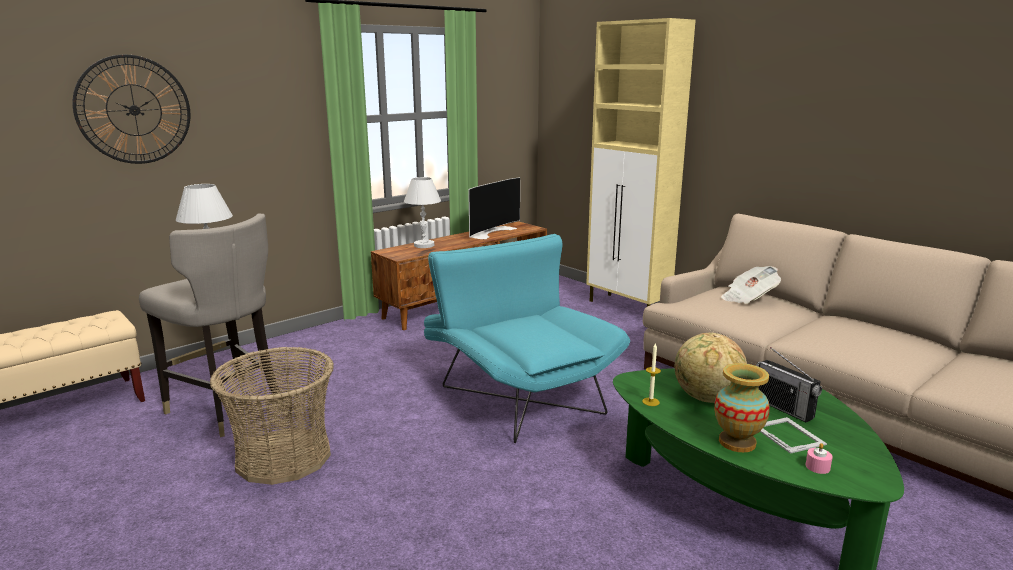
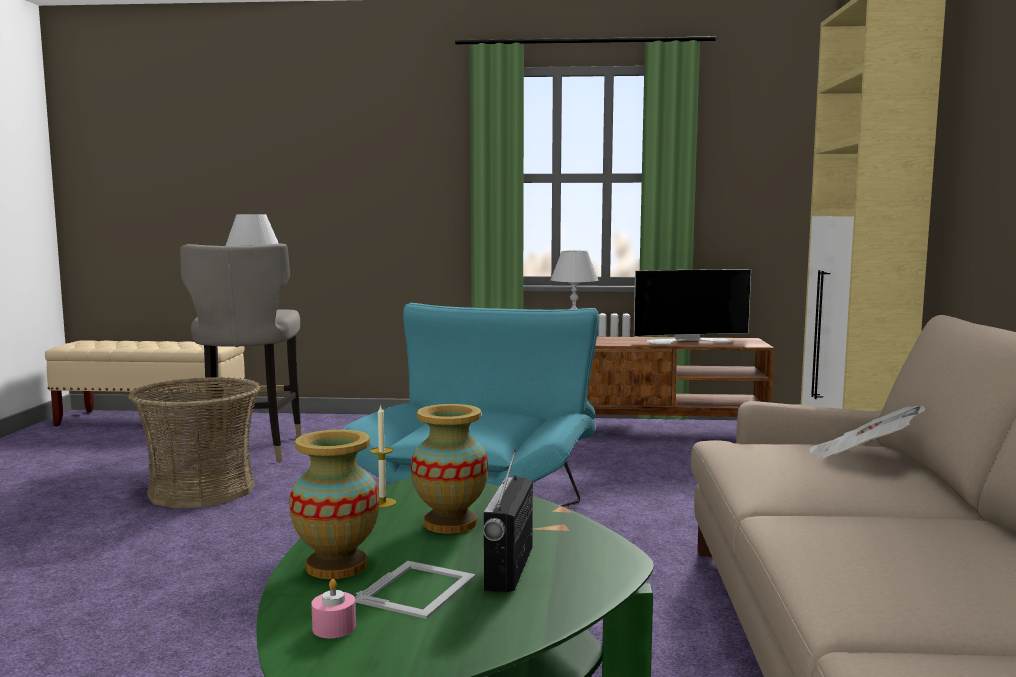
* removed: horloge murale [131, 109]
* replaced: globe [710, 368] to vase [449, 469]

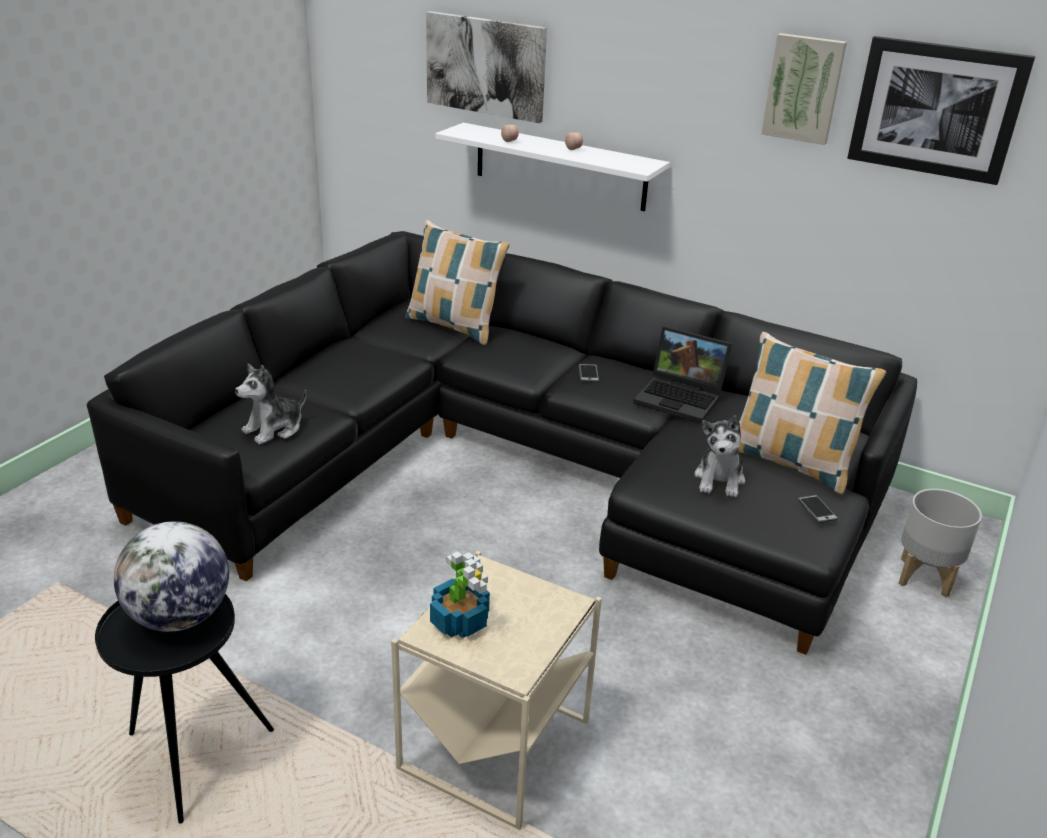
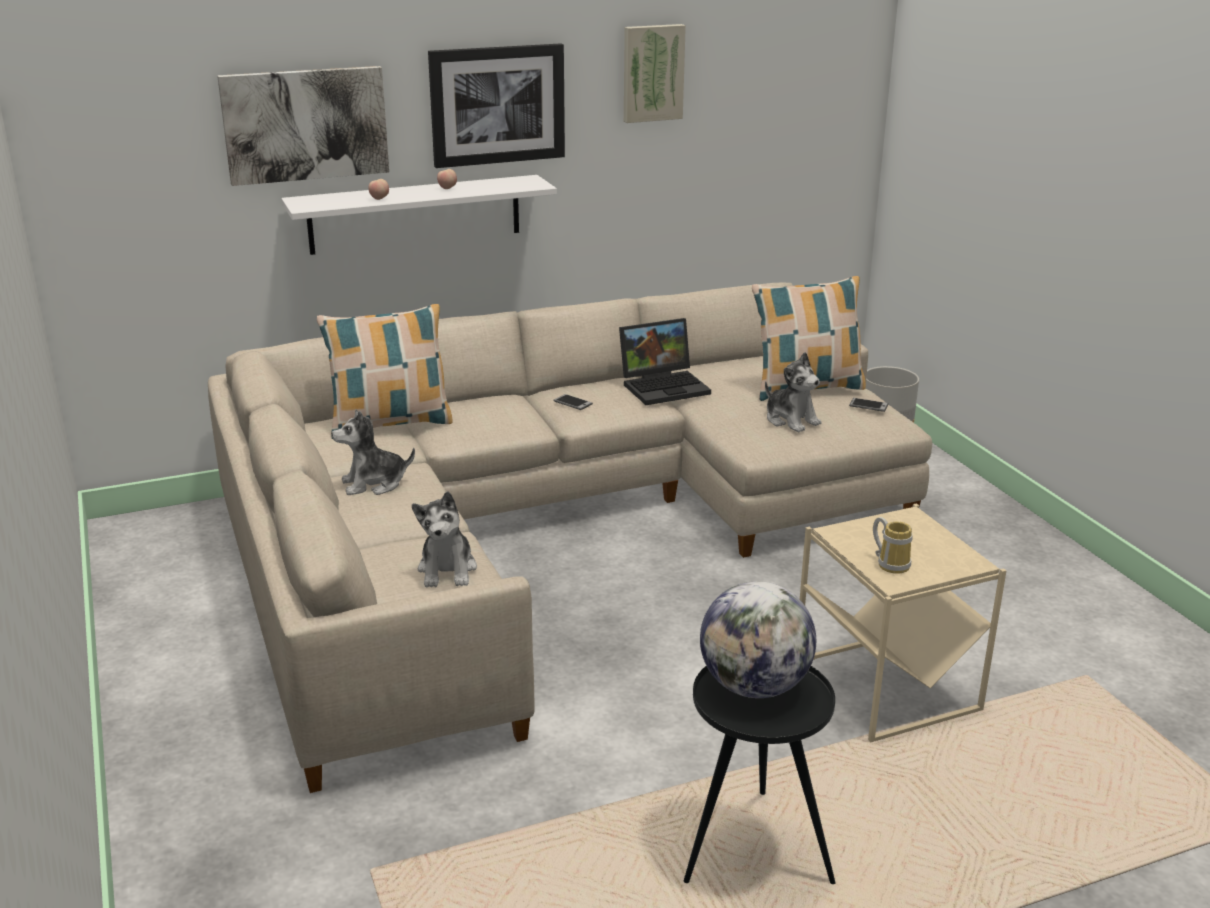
* moved: tableau [941, 110] to [496, 105]
* recoloured: canapé (noir) [501, 443] to canapé (beige) [570, 537]
* replaced: plante en pot [460, 594] to mug [893, 545]
* added: peluche [373, 452]

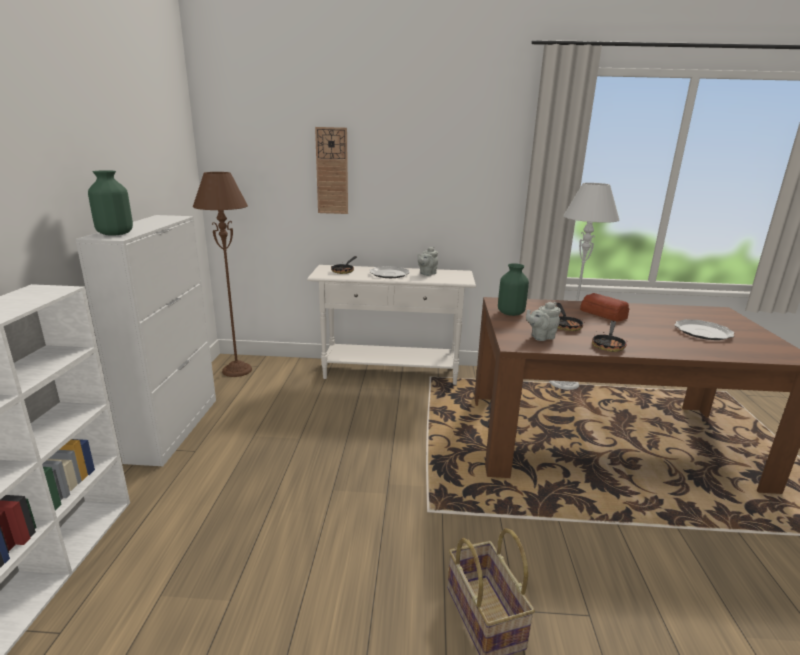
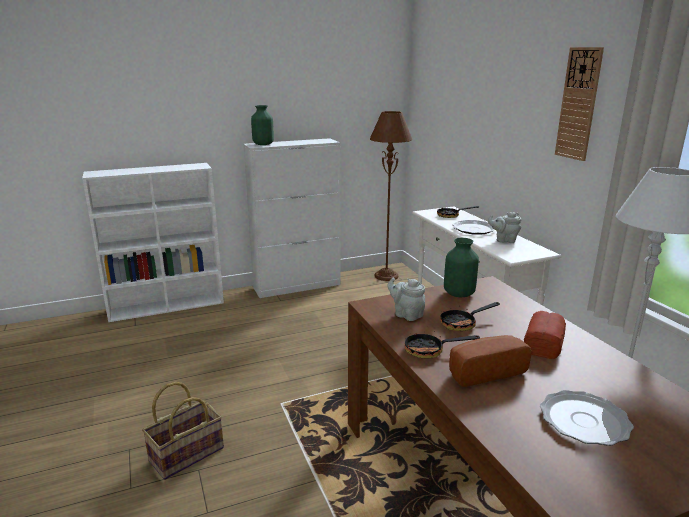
* moved: horloge murale [331, 170] to [579, 104]
* added: pain [490, 361]

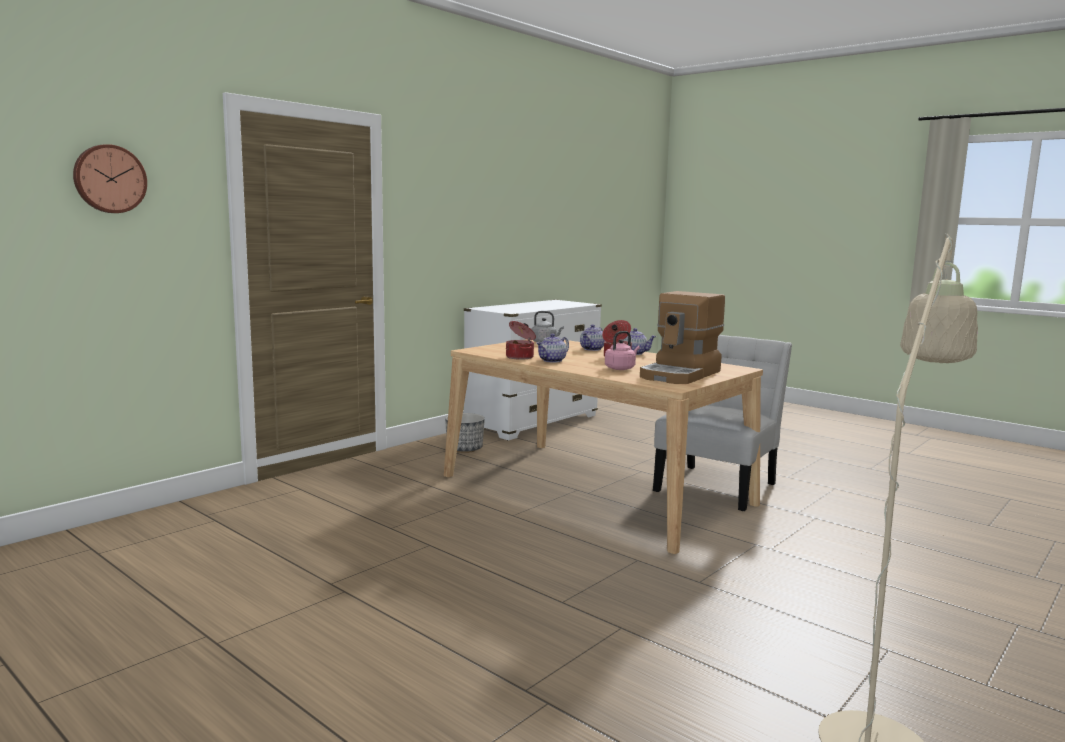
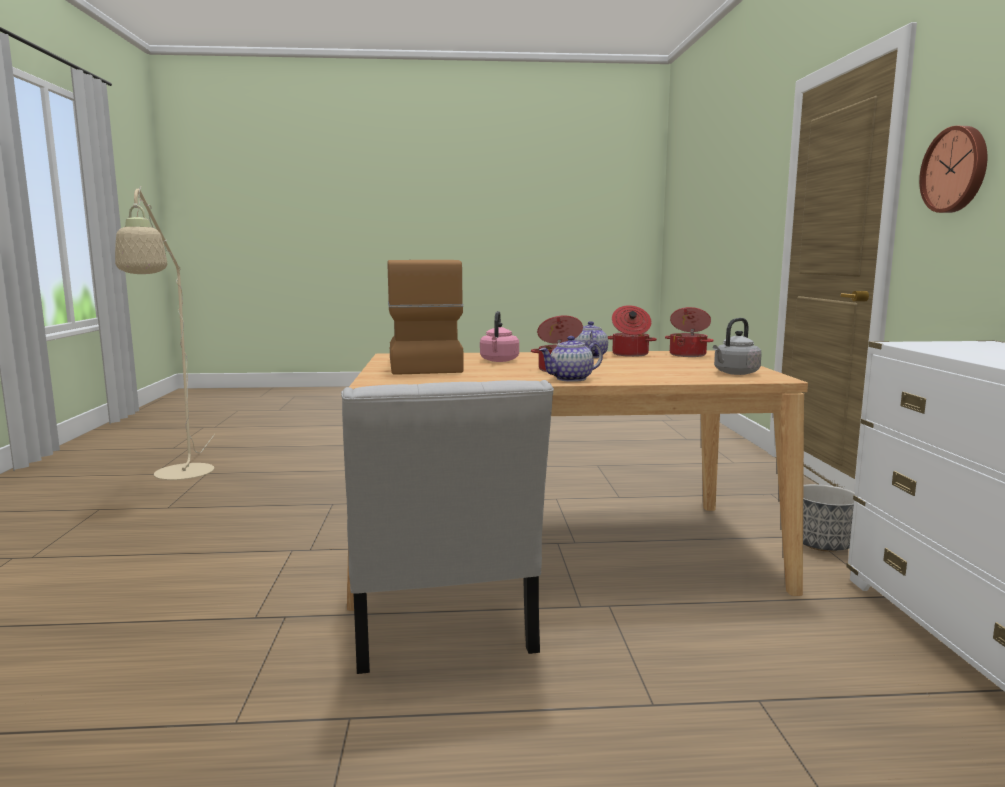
* moved: horloge murale [110, 178] to [953, 169]
* removed: théière [592, 337]
* added: marmite [689, 332]

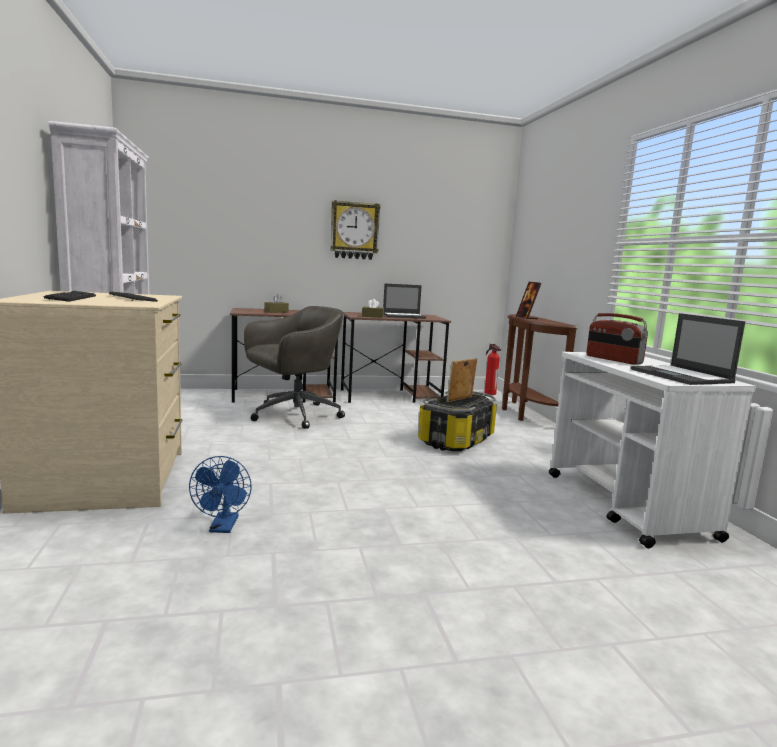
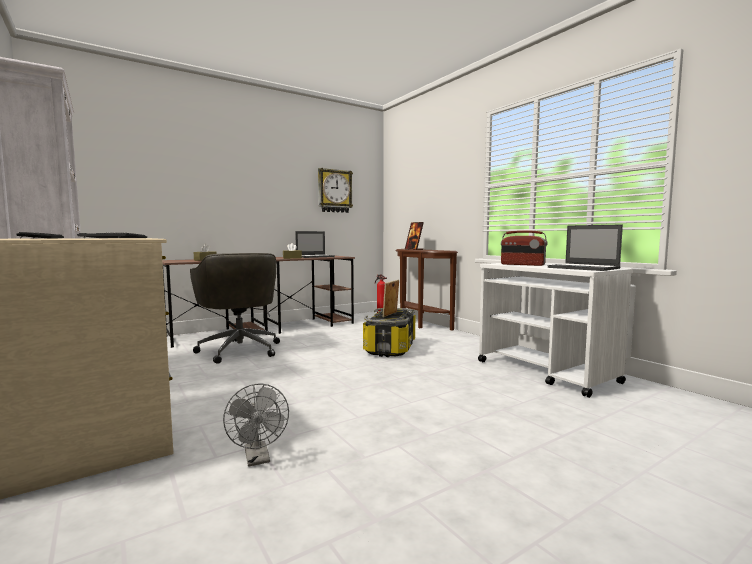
* moved: horloge murale [355, 230] to [335, 190]
* turned: chaise de bureau (gris) [294, 367] = [235, 308] 120 degrees clockwise
* recoloured: ventilateur (bleu) [220, 494] to ventilateur (gris) [256, 425]

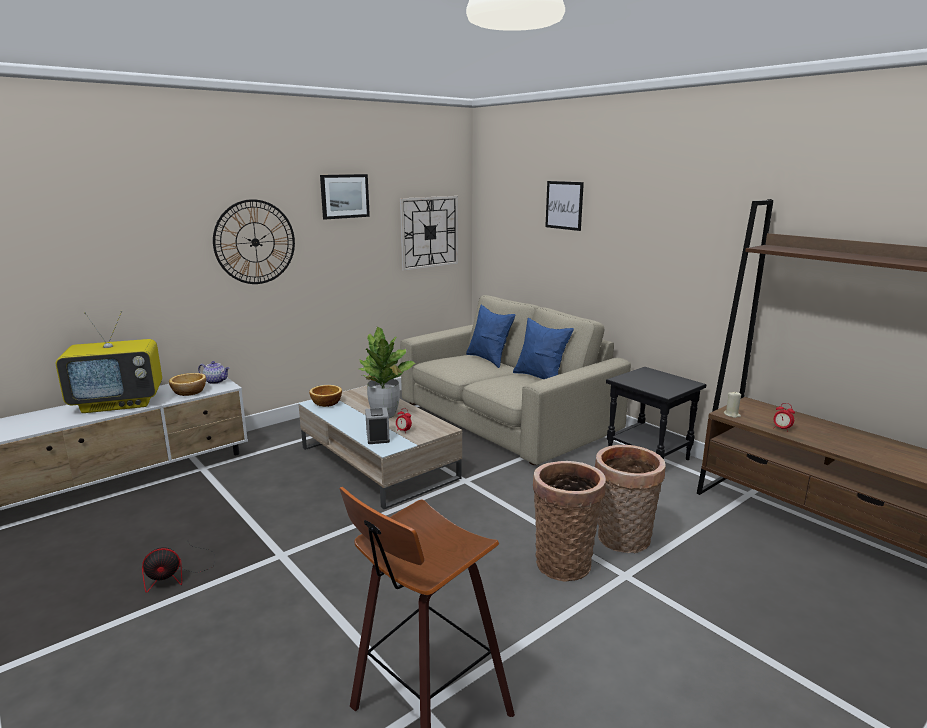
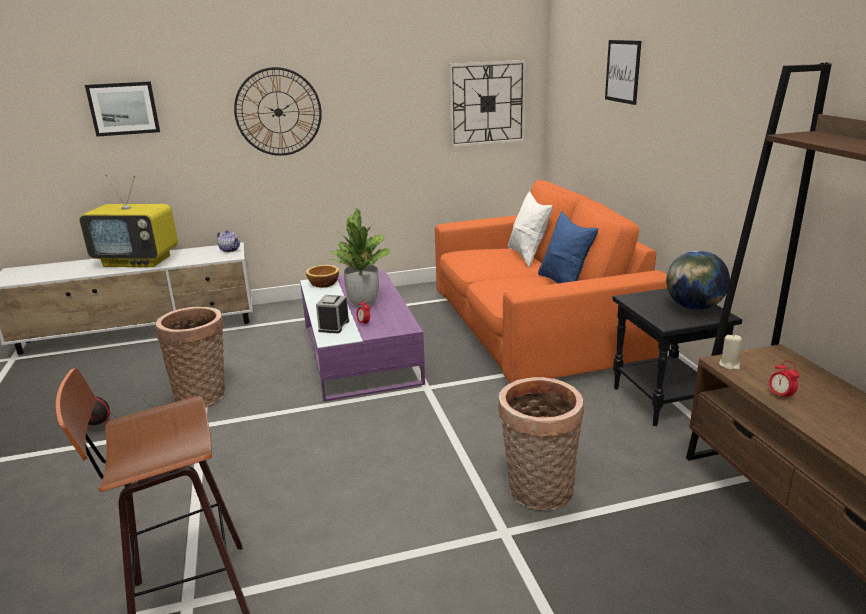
* moved: tableau [345, 196] to [122, 109]
* recoloured: canapé (beige) [515, 380] to canapé (orange) [551, 281]
* recoloured: coussin (bleu) [491, 336] to coussin (blanc) [530, 229]
* removed: bol [187, 384]
* recoloured: table basse (beige) [380, 447] to table basse (violet) [362, 336]
* moved: panier [569, 521] to [190, 357]
* added: globe [698, 280]

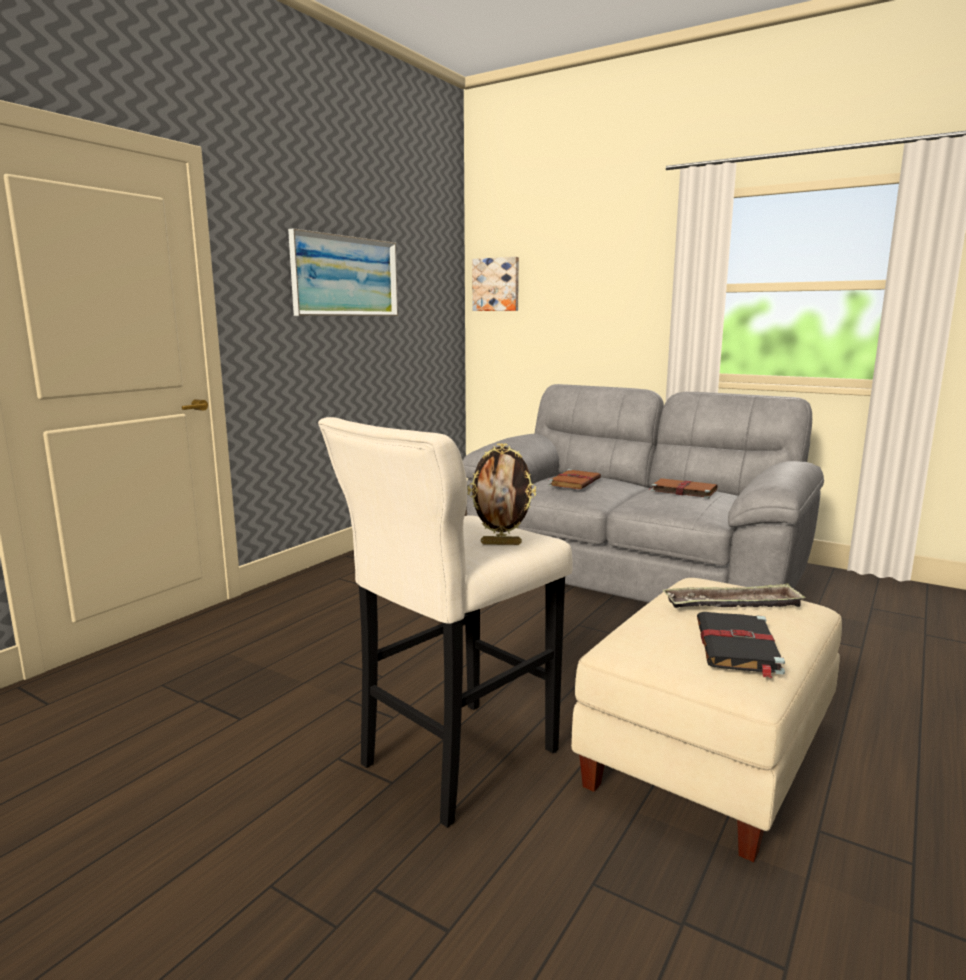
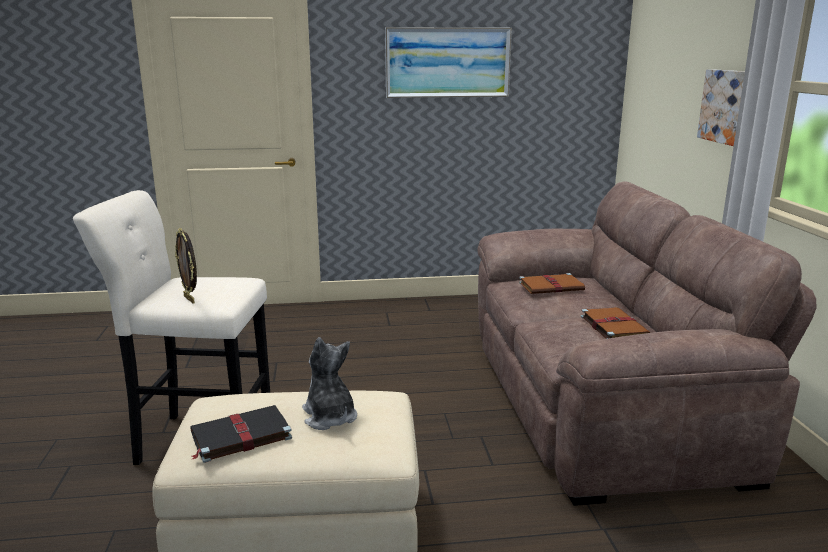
* moved: tableau [495, 284] to [721, 107]
* recoloured: canapé (gris) [643, 493] to canapé (marron) [646, 343]
* replaced: plateau [734, 595] to peluche [329, 383]

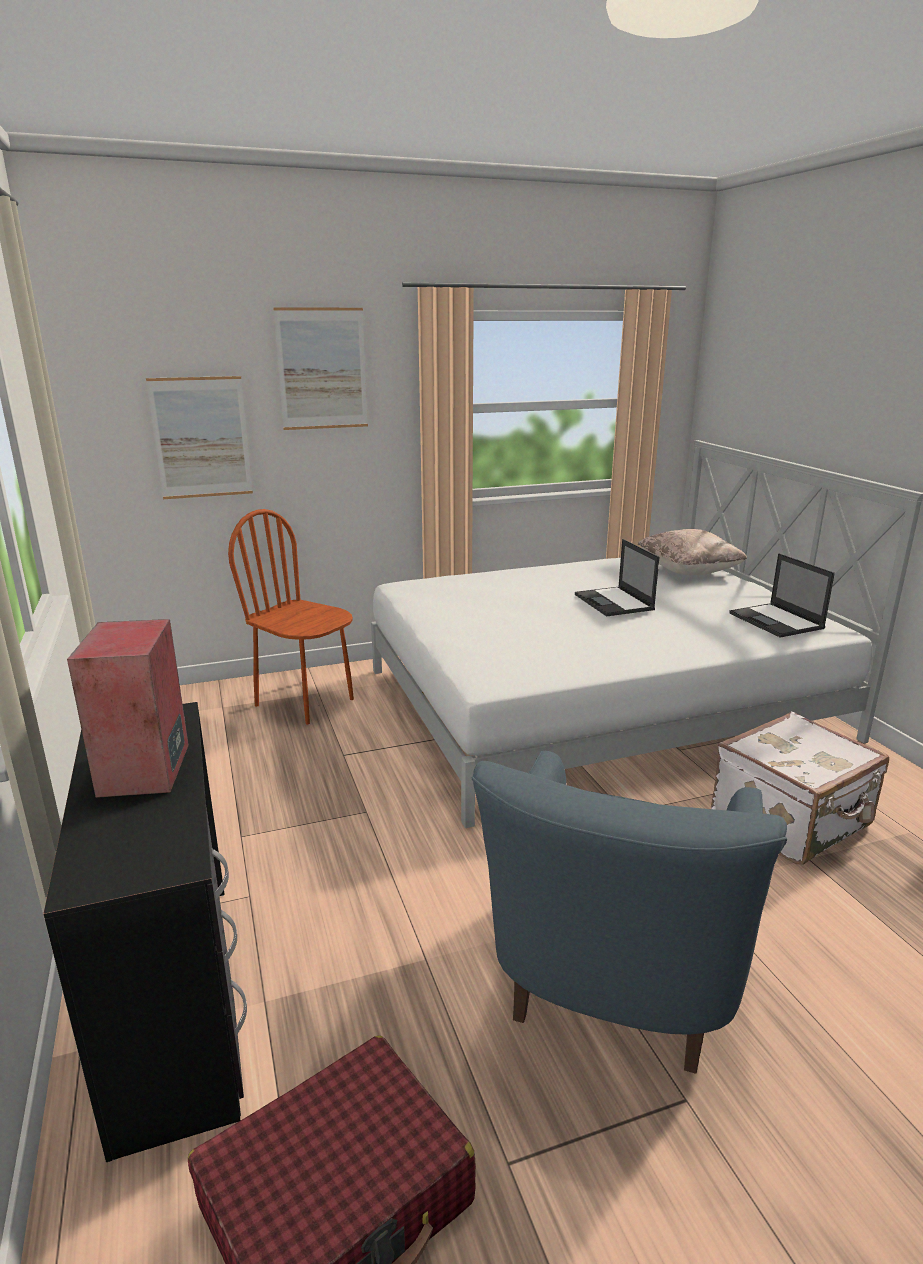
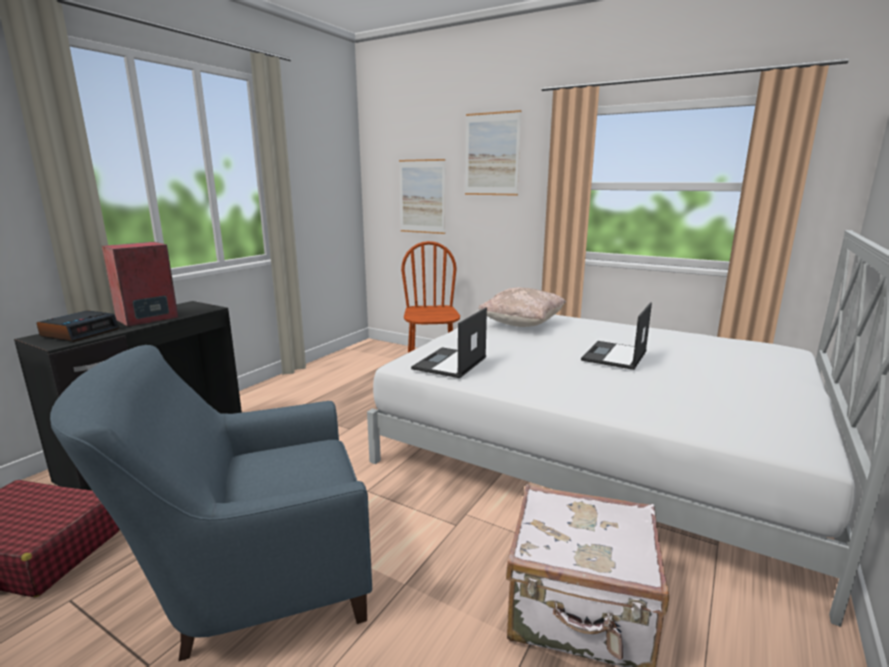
* moved: coussin (beige) [692, 552] to [522, 307]
* moved: ordinateur portable [782, 595] to [449, 342]
* added: réveil [77, 326]

